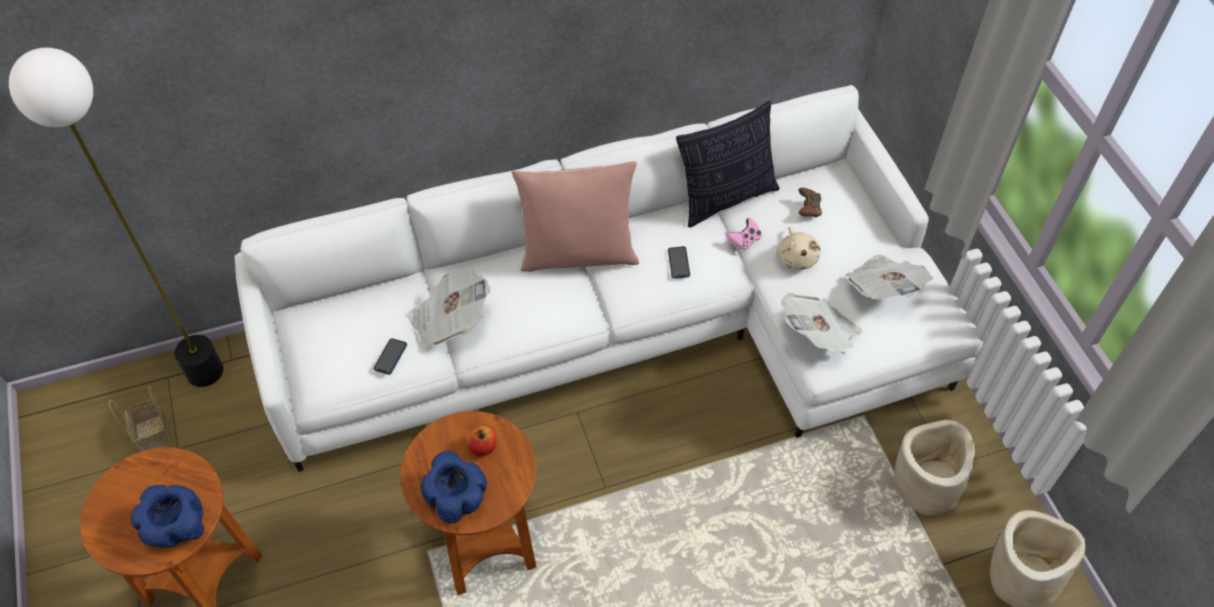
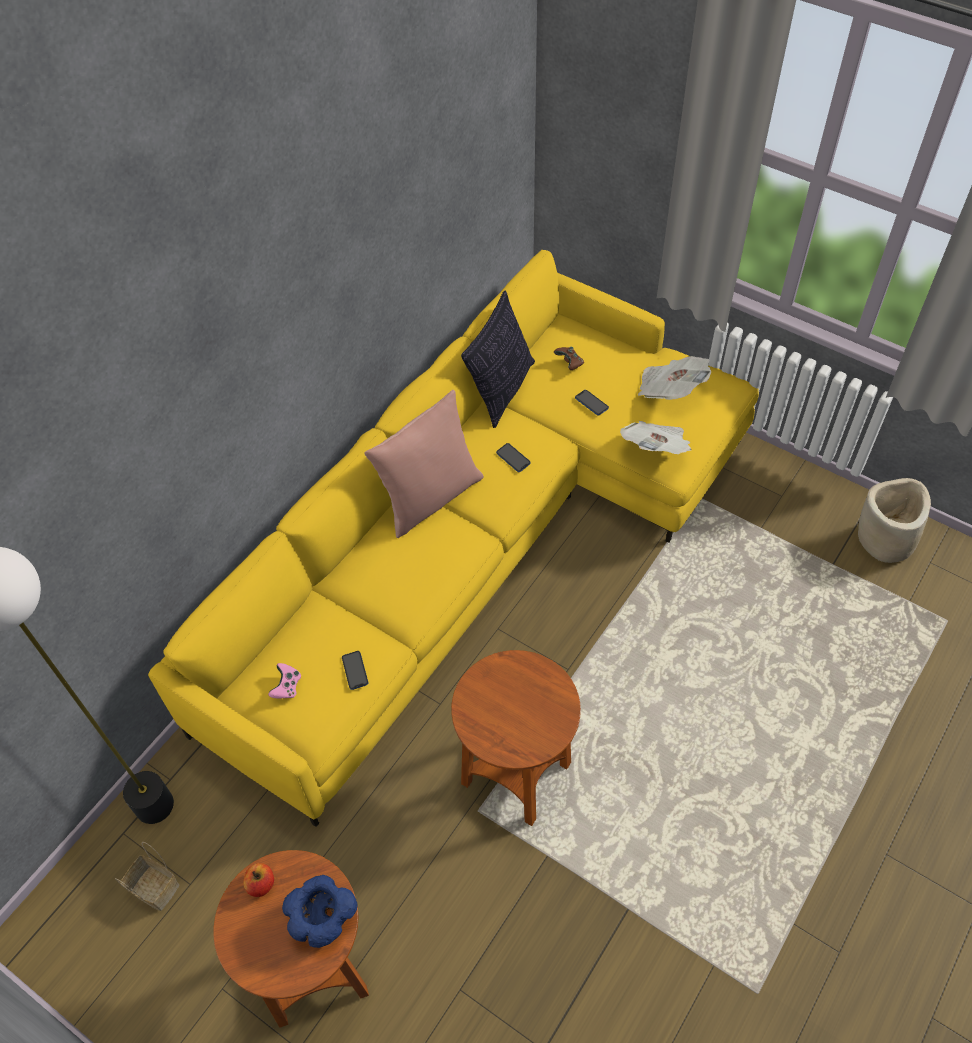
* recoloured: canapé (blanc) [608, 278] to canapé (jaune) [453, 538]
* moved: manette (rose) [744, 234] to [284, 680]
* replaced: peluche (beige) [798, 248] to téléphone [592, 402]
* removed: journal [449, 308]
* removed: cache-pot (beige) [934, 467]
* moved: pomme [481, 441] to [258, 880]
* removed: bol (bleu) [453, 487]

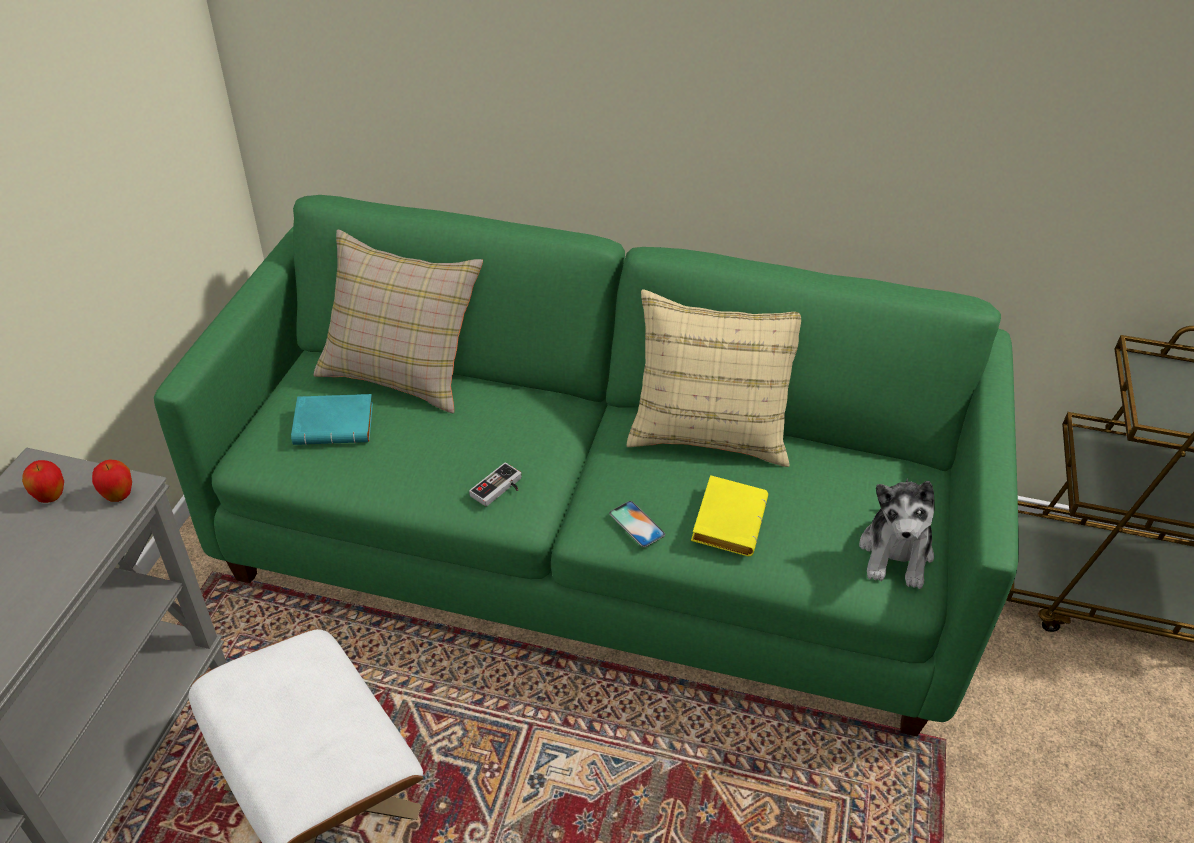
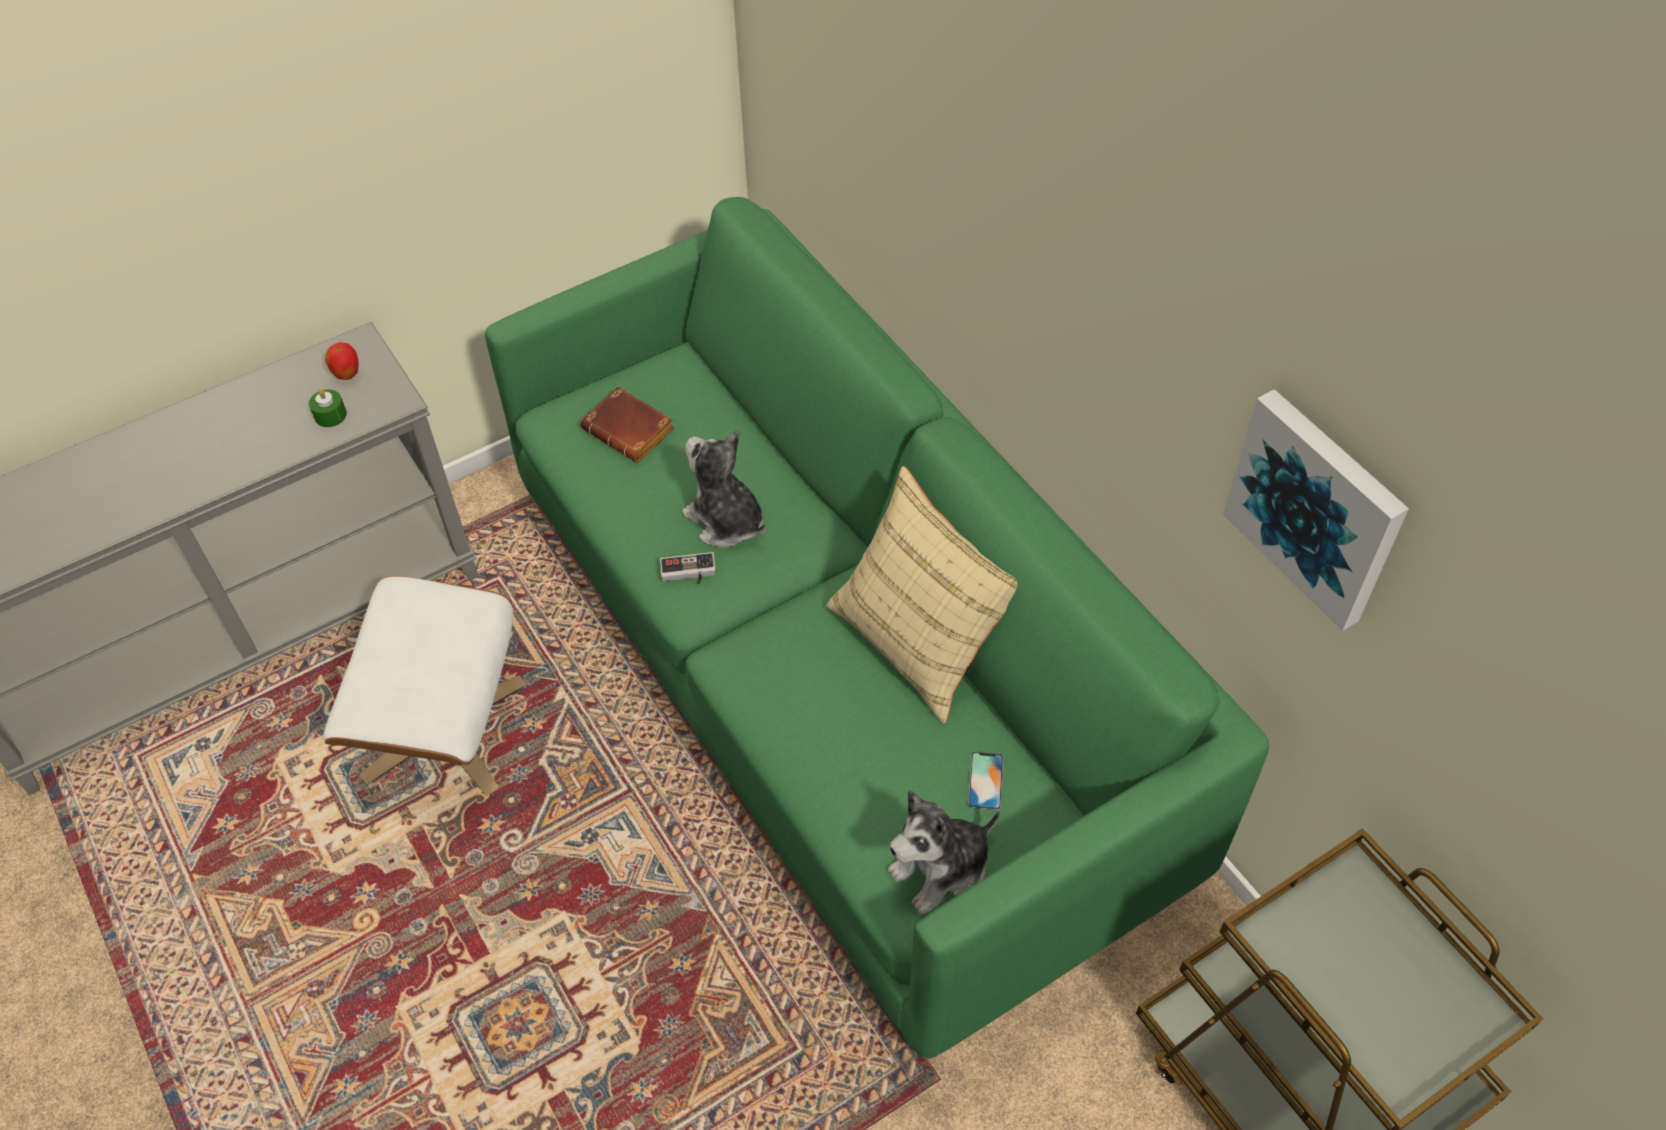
* removed: coussin (beige) [398, 321]
* recoloured: livre (turquoise) [332, 419] to livre (marron) [627, 425]
* removed: pomme [112, 480]
* removed: livre (jaune) [729, 515]
* moved: téléphone [637, 524] to [986, 781]
* added: bougie (vert) [328, 408]
* added: tableau [1316, 510]
* added: peluche [724, 489]

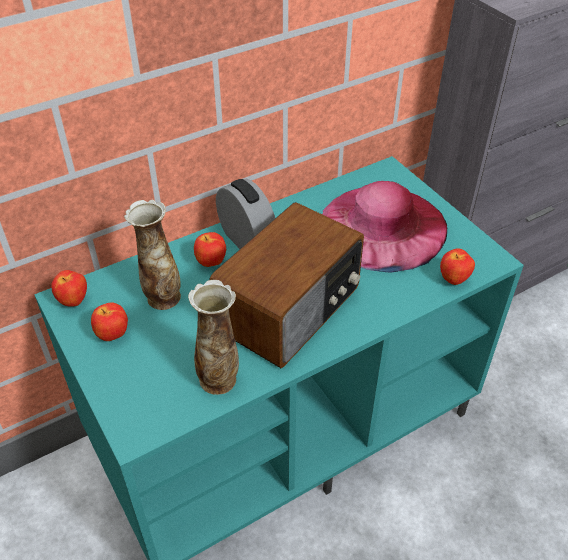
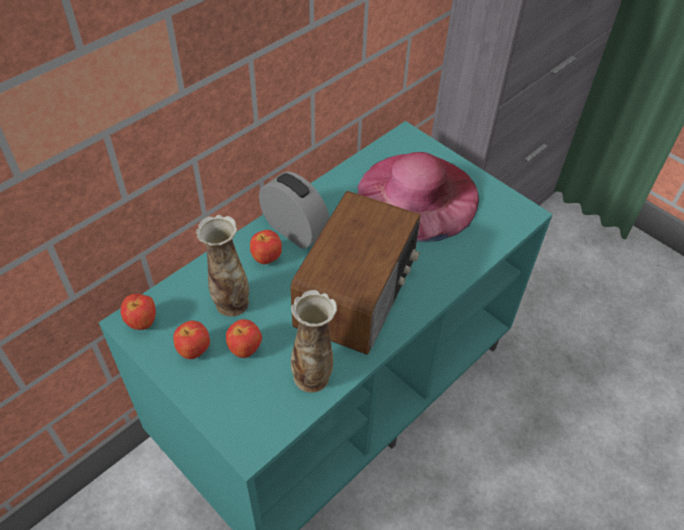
* moved: pomme [457, 266] to [244, 338]

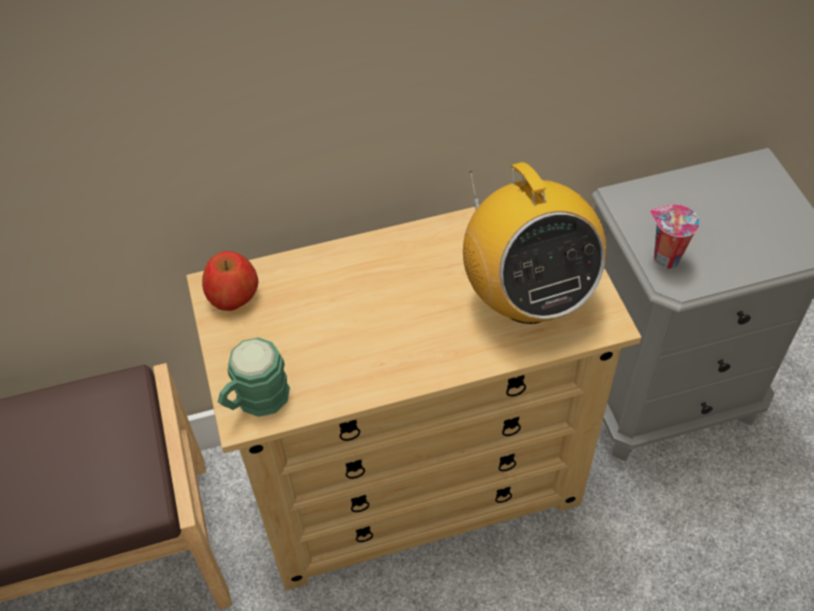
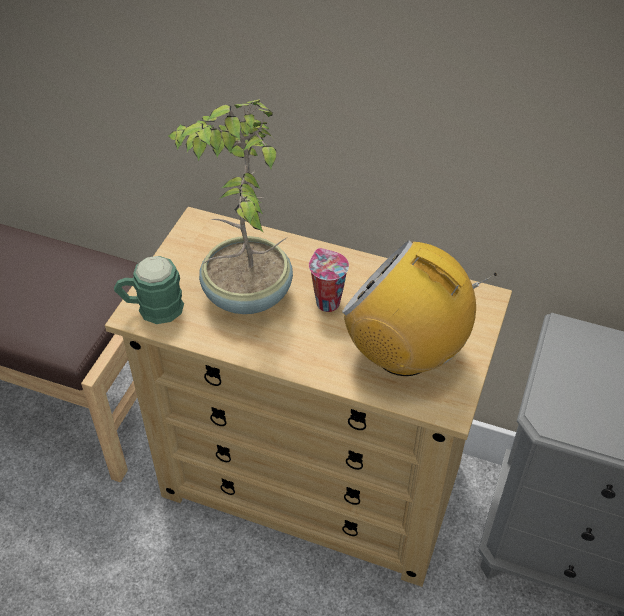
* turned: radio [535, 243] = [419, 308] 105 degrees clockwise
* moved: tasse [675, 236] to [329, 280]
* removed: pomme [230, 281]
* added: plante en pot [231, 206]

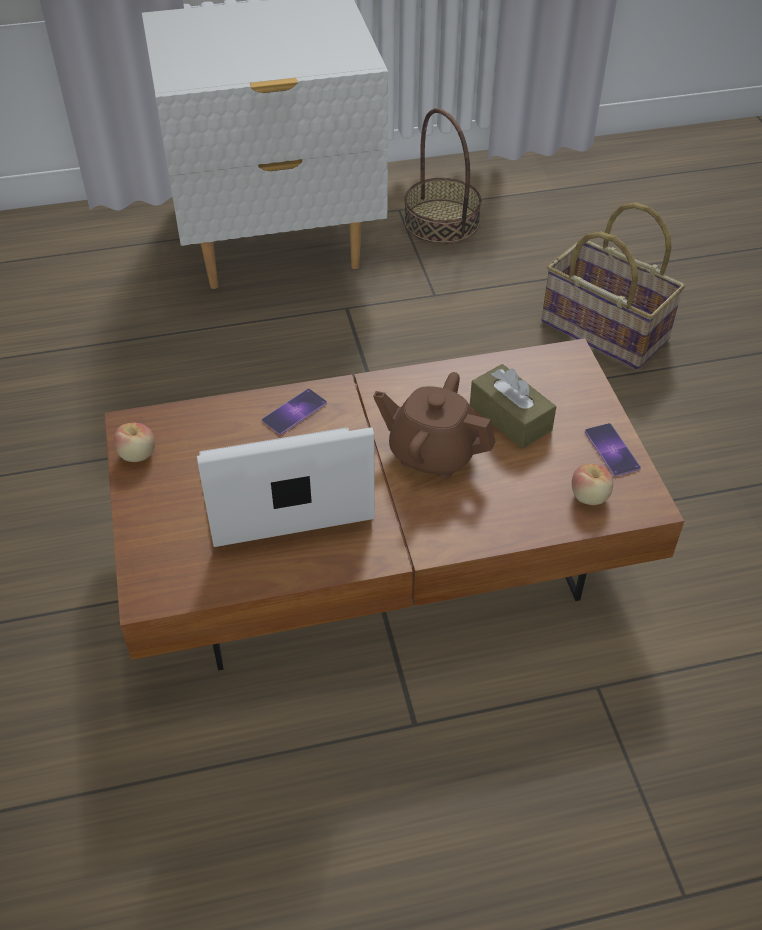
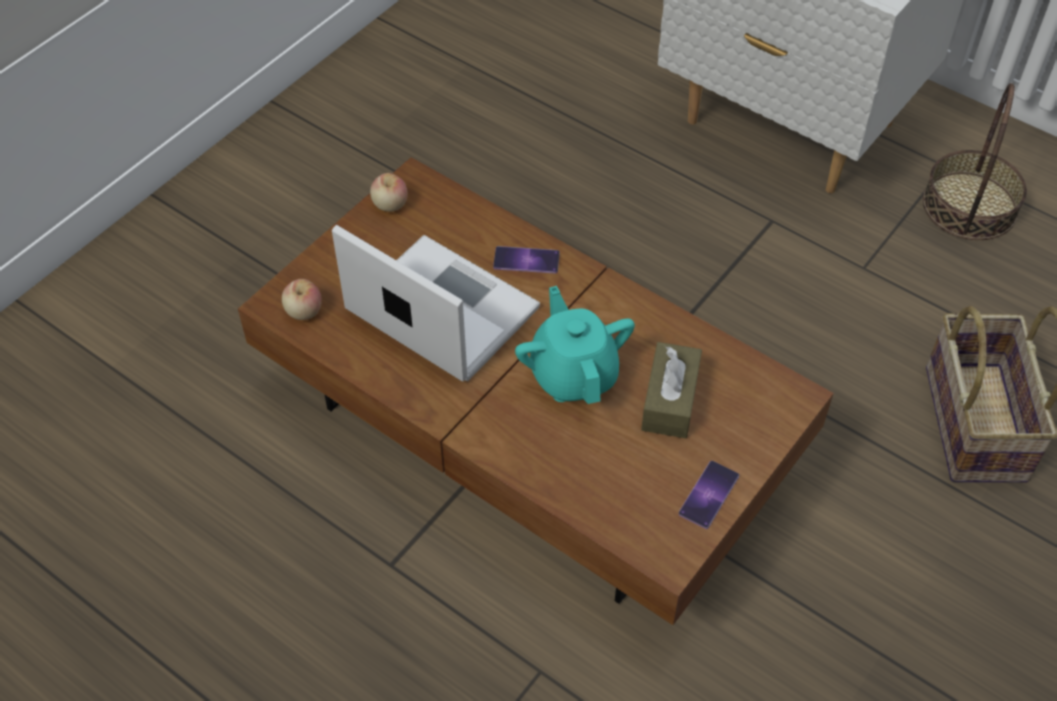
* recoloured: théière (marron) [434, 425] to théière (turquoise) [575, 345]
* moved: pomme [592, 484] to [302, 299]

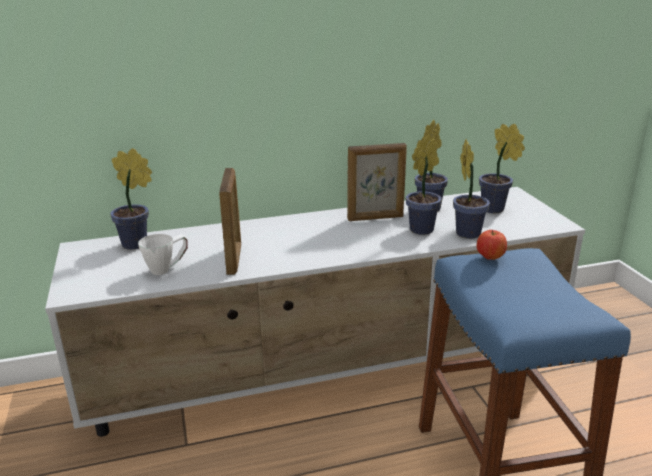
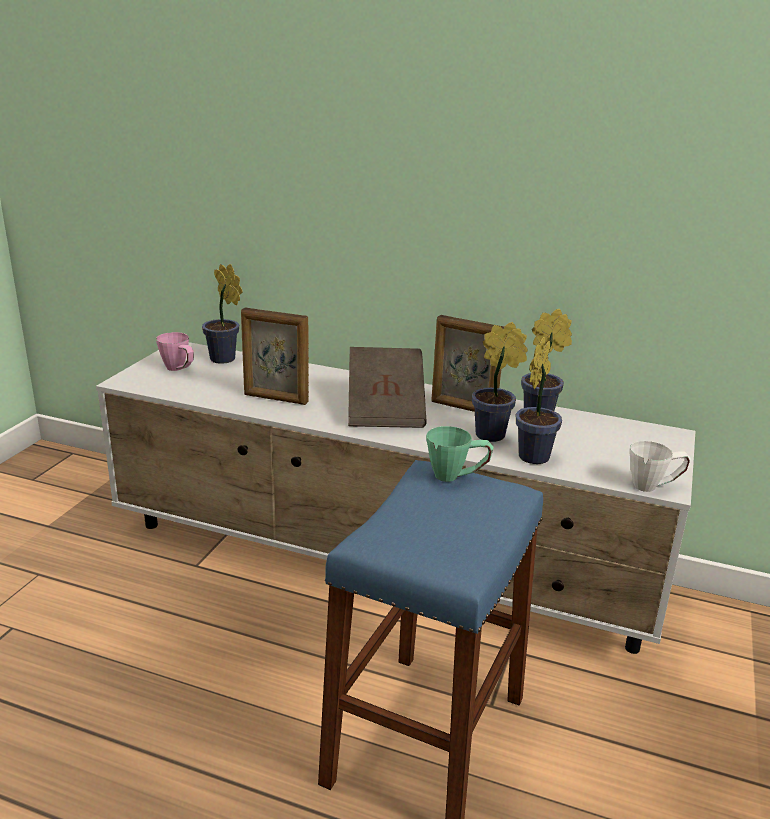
* removed: plante en pot [502, 168]
* turned: cadre photo [230, 221] = [275, 356] 75 degrees clockwise
* replaced: pomme [492, 245] to mug (vert) [460, 454]
* moved: mug (blanc) [163, 254] to [660, 466]
* added: mug (rose) [175, 351]
* added: livre (marron) [387, 387]

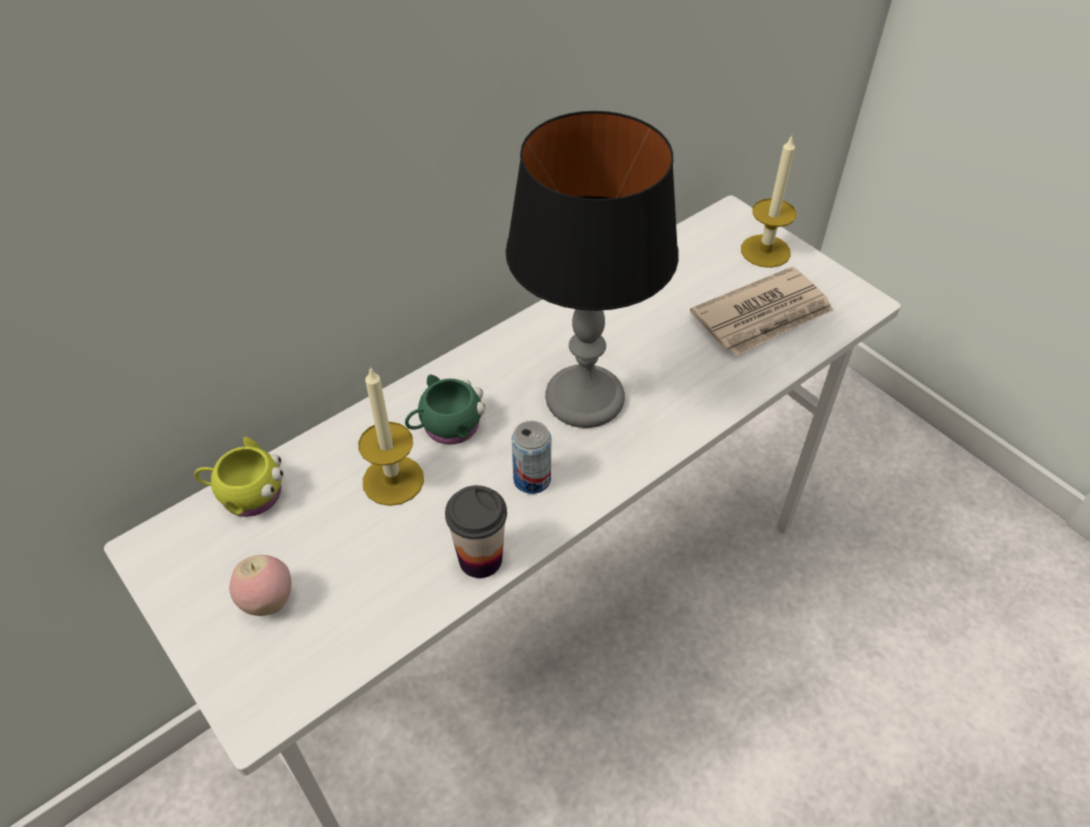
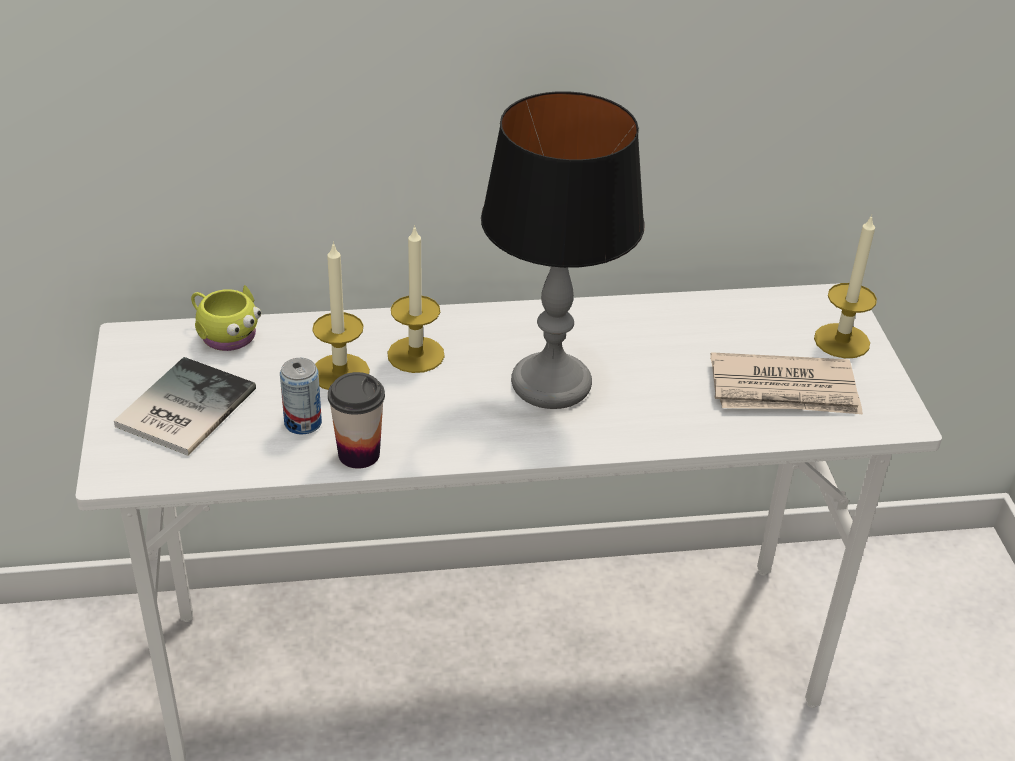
* replaced: mug (vert) [445, 409] to bougie [416, 299]
* moved: boîte métallique [531, 457] to [301, 396]
* replaced: pomme [260, 585] to livre [185, 406]

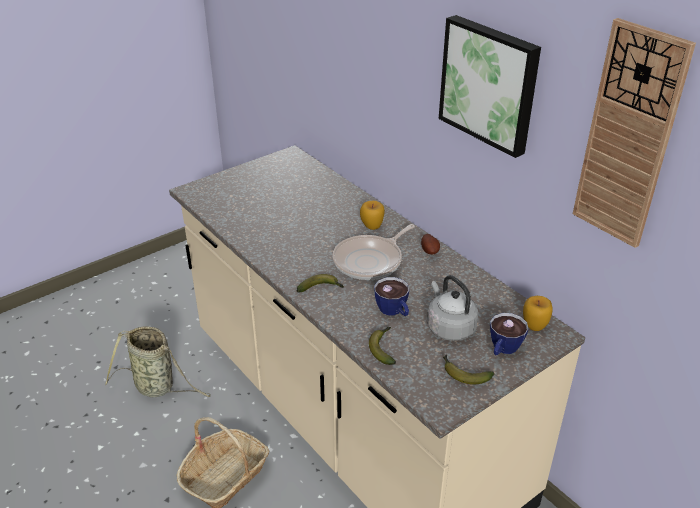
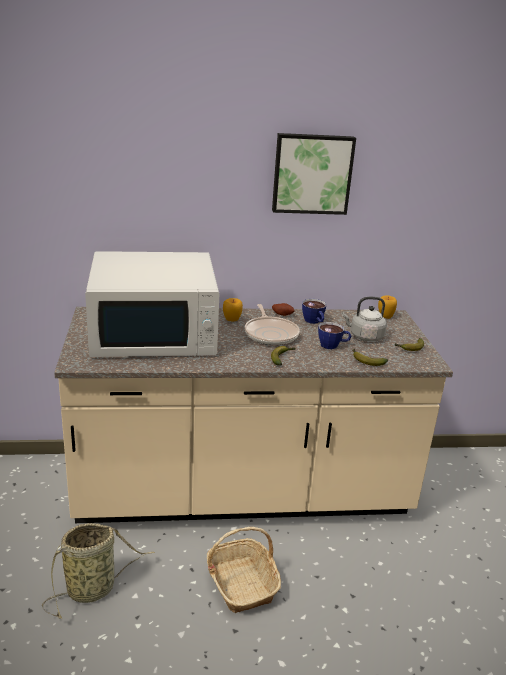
* removed: horloge murale [634, 133]
* moved: tasse [509, 334] to [314, 311]
* added: micro-ondes (blanc) [152, 304]

